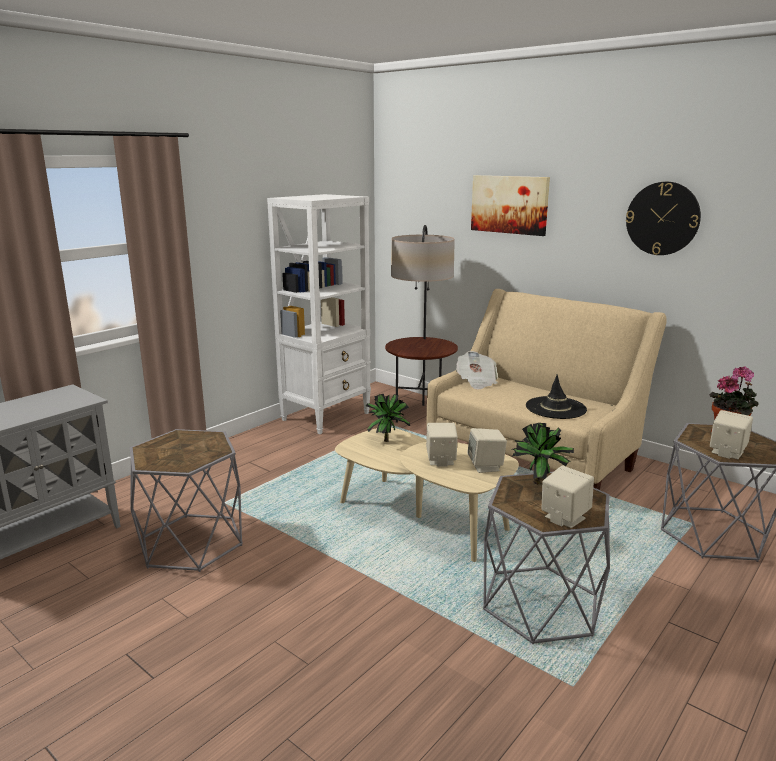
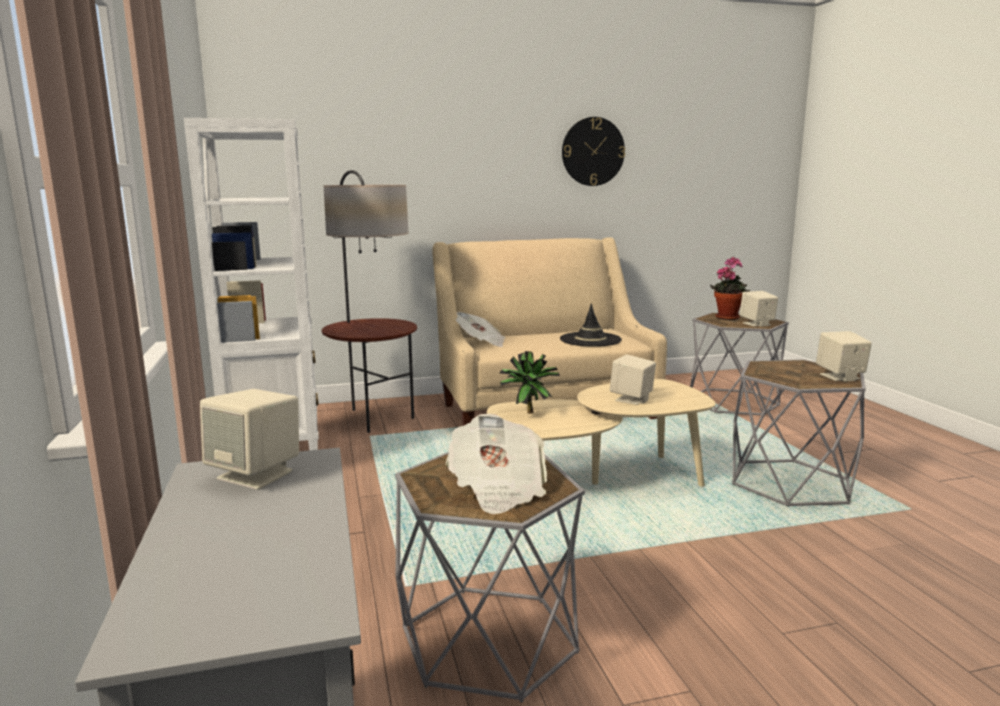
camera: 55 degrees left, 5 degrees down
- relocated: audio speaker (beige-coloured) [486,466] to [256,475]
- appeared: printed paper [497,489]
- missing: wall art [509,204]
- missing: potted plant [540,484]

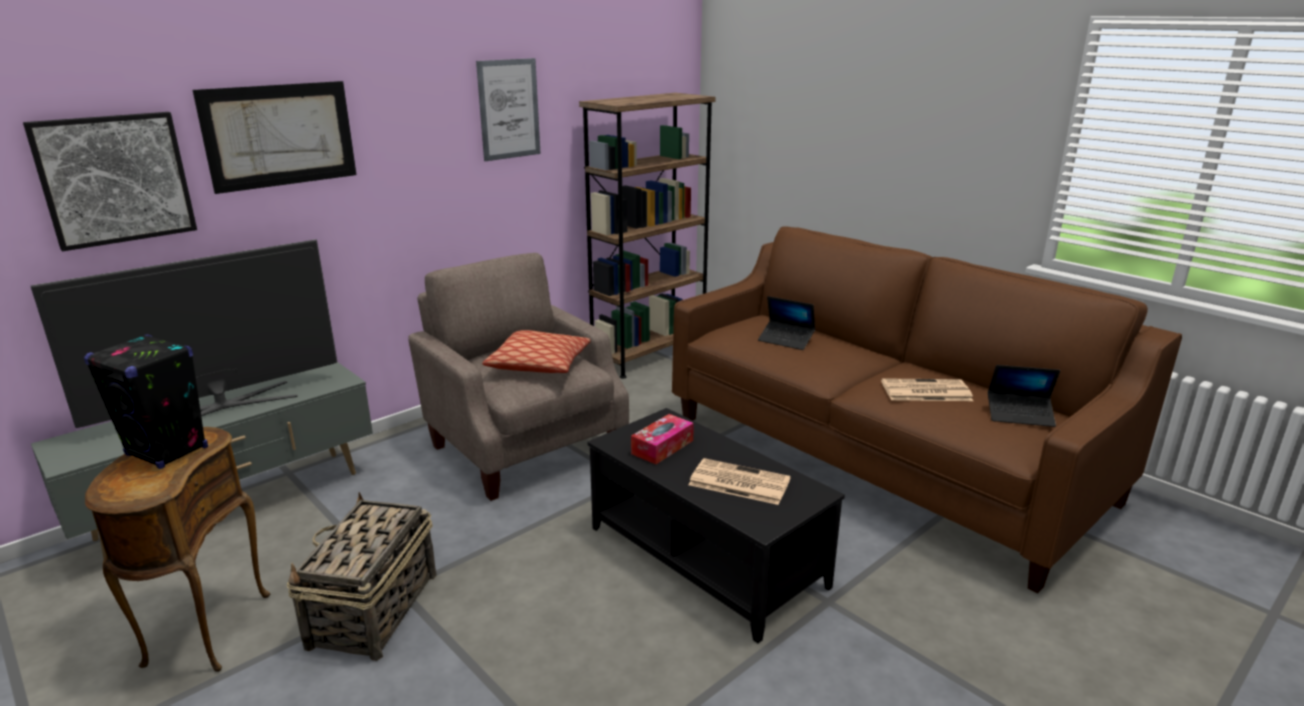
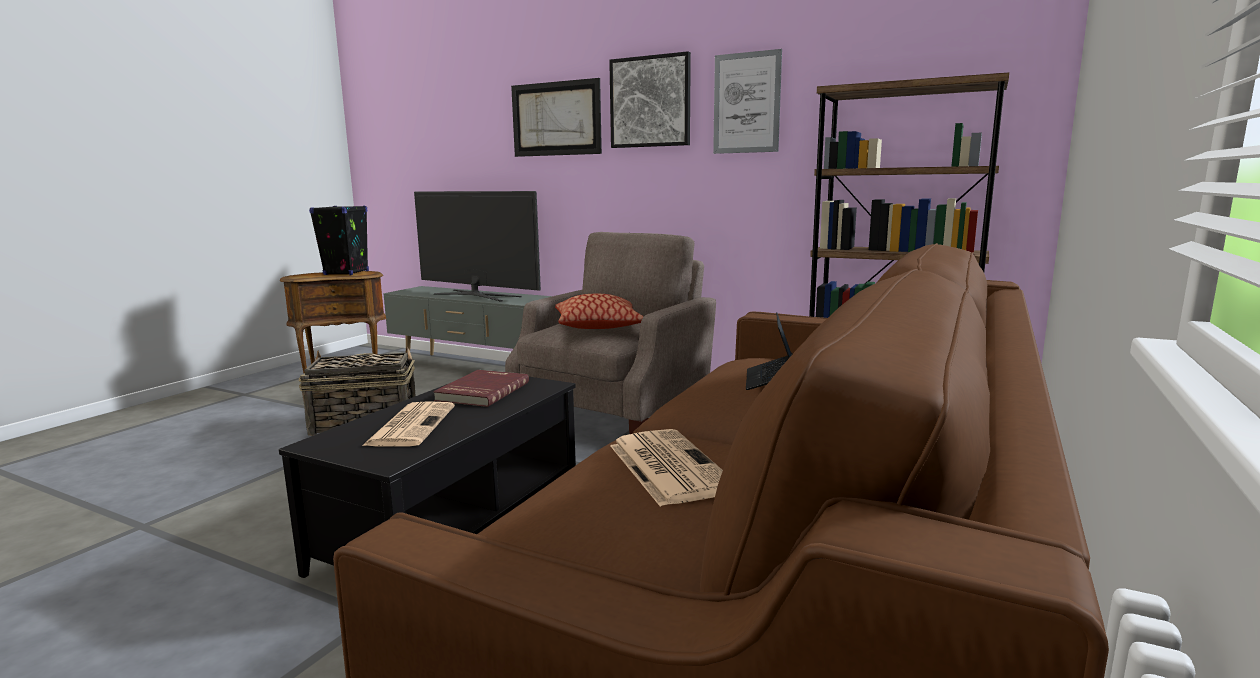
camera: 70 degrees right, 10 degrees down
- exchanged: box of tissues [662,447] to volume (red-coloured) [481,391]
- relocated: wall art [115,179] to [650,102]
- missing: notebook computer [1019,415]

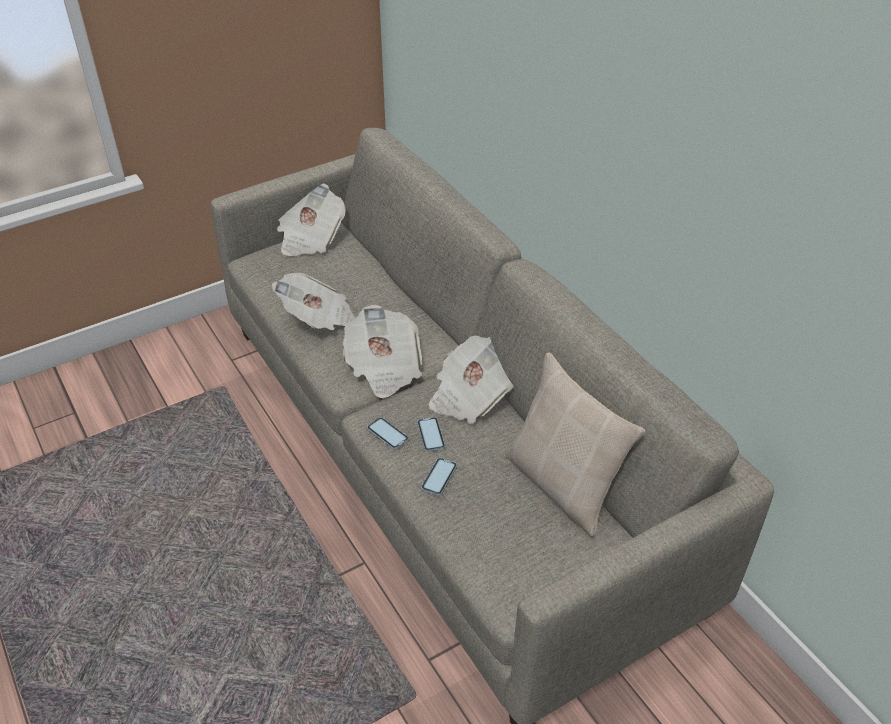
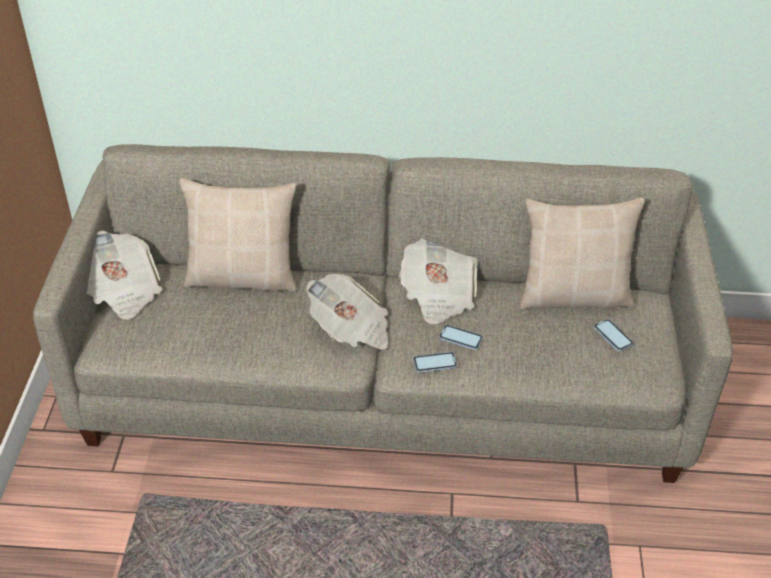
camera: 55 degrees left, 0 degrees up
- appeared: throw pillow (beige-coloured) [243,277]
- relocated: handset [439,477] to [613,336]
- missing: printed paper [319,319]

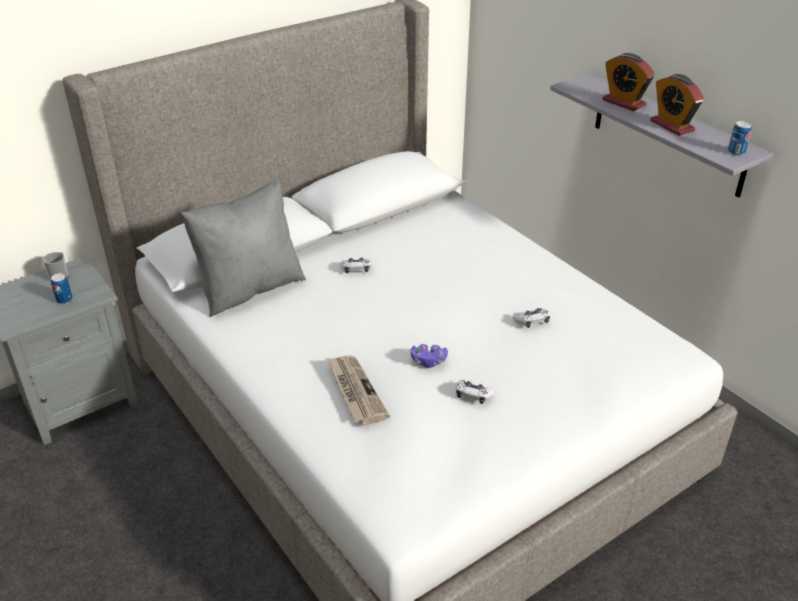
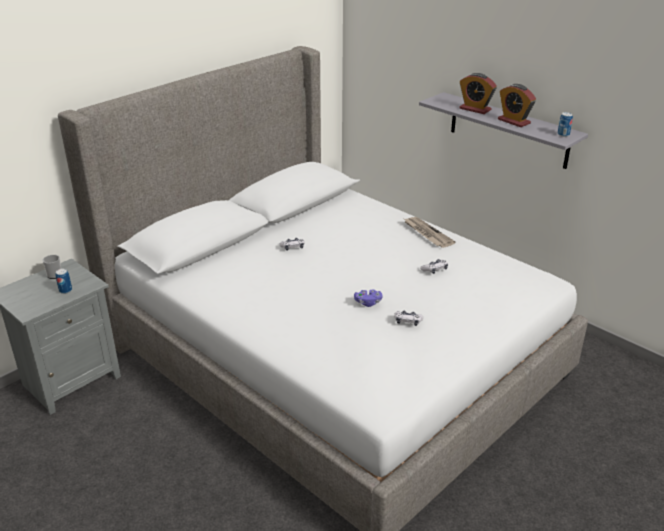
camera: 10 degrees left, 5 degrees down
- relocated: printed paper [355,391] to [427,233]
- missing: throw pillow (greyish) [249,288]

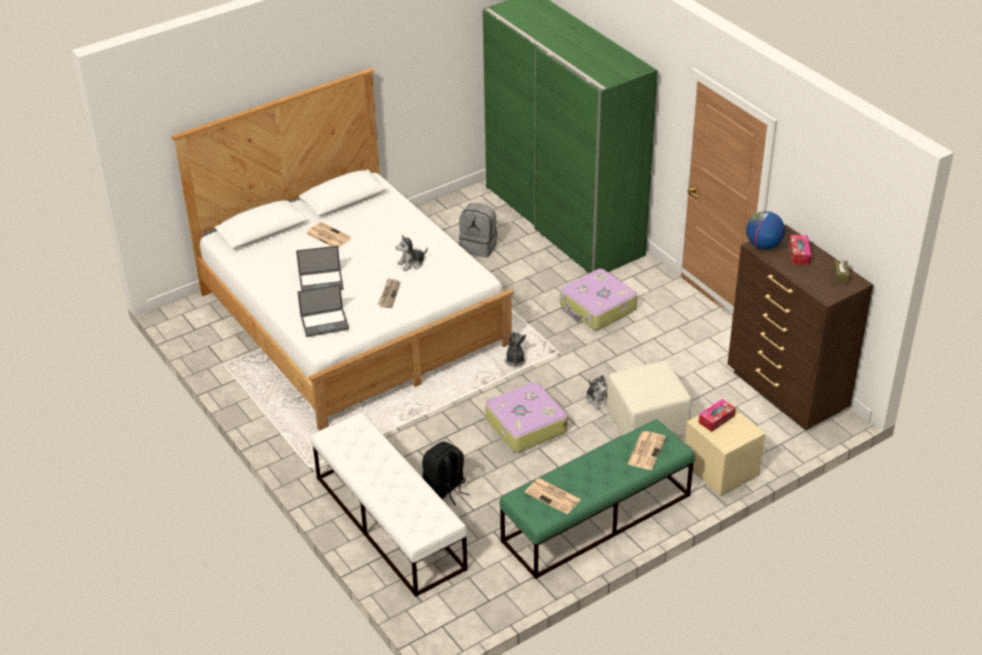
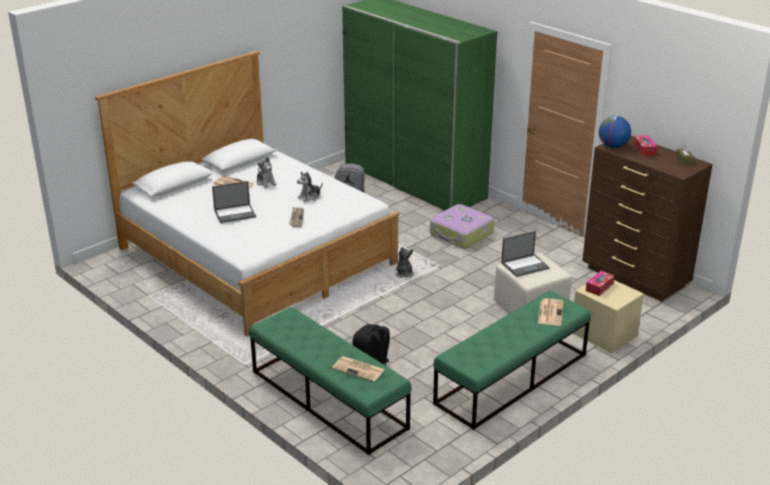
camera: 10 degrees left, 10 degrees down
- colour: long seat (whitish) [389,522] to long seat (greenish) [328,399]
- relocated: cuddly toy [597,400] to [266,183]
- relocated: printed paper [553,496] to [359,369]
- relocated: notebook computer [325,322] to [525,265]
- missing: piece of luggage [525,425]

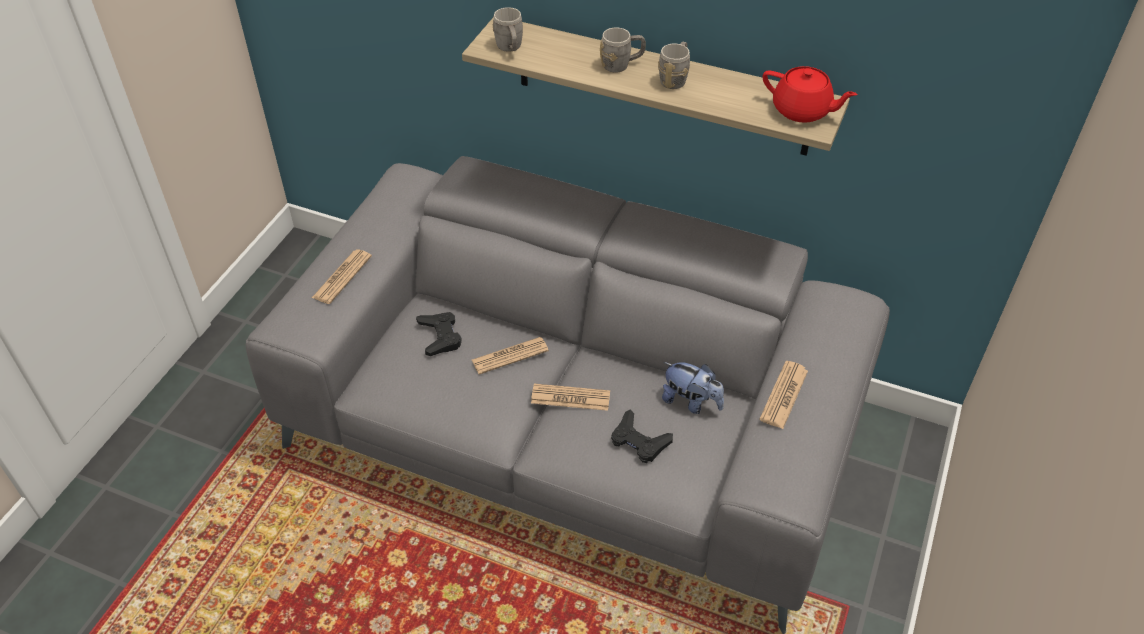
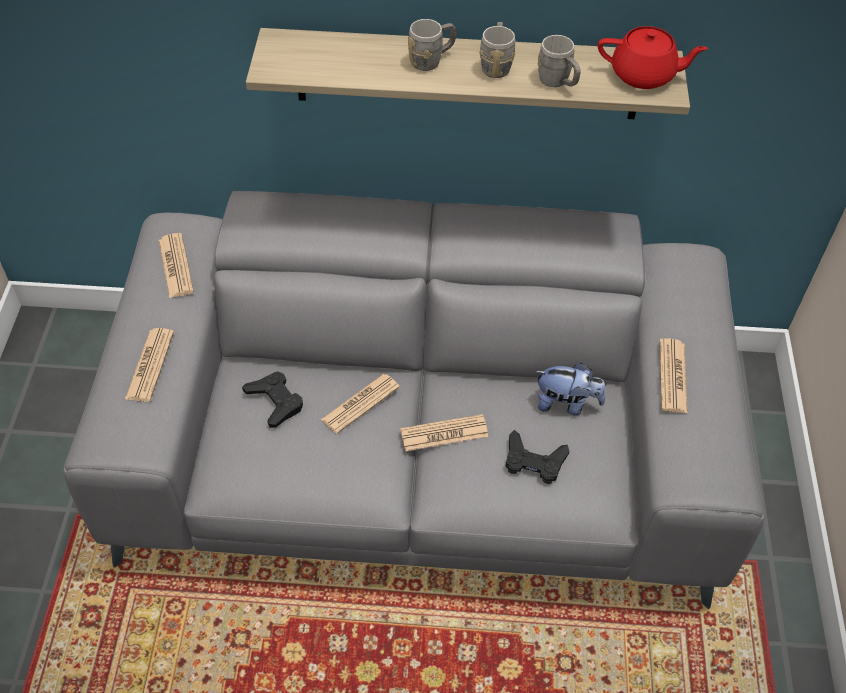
camera: 20 degrees left, 5 degrees up
- appeared: printed paper [176,266]
- relocated: coffee mug (greyish) [510,48] to [558,82]

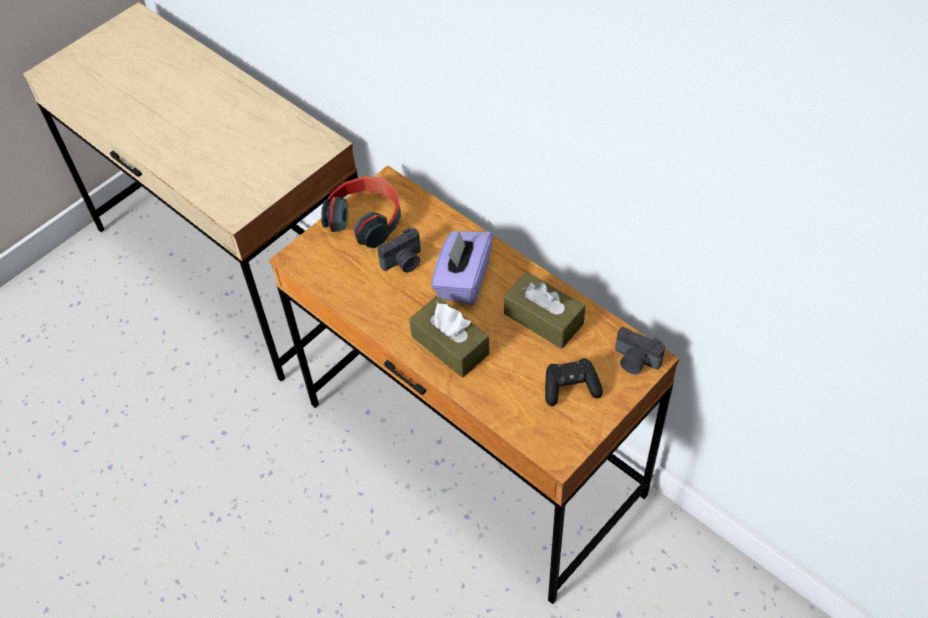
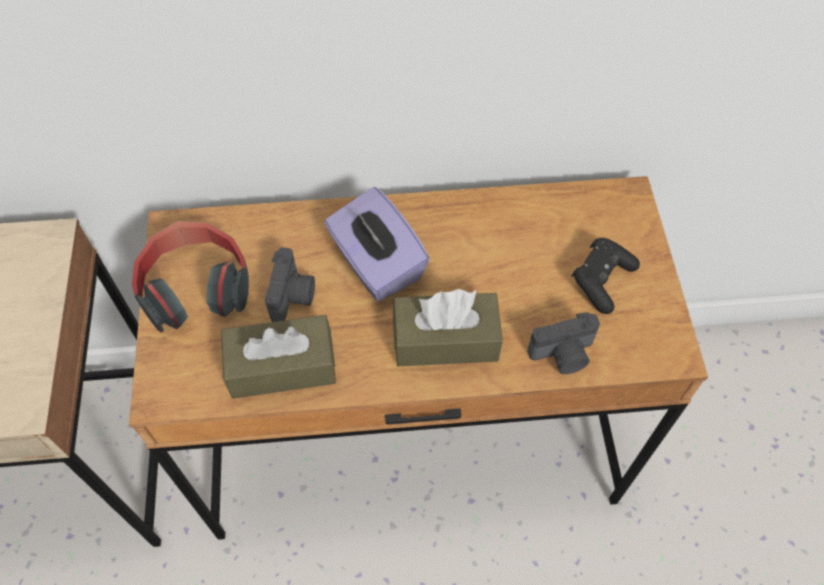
camera: 50 degrees left, 5 degrees up
- relocated: box of tissues (brown) [543,319] to [282,366]
- relocated: photo camera [635,361] to [563,355]

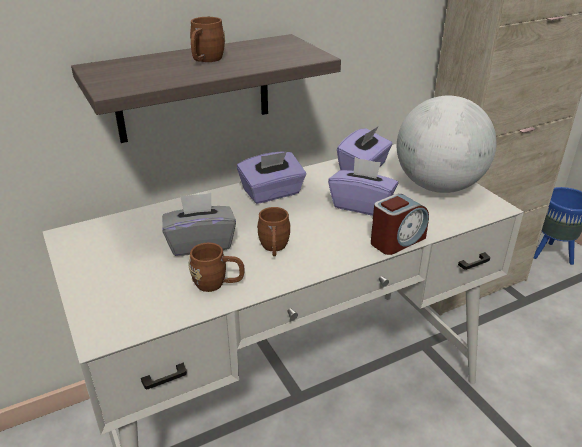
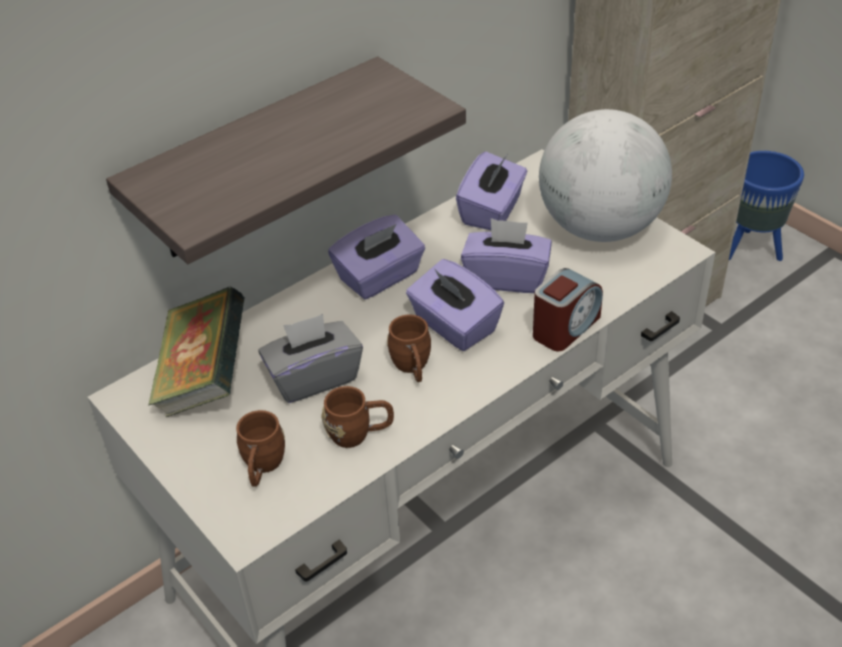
camera: 10 degrees left, 10 degrees up
- appeared: volume [204,379]
- relocated: coffee mug (brown) [205,60] to [262,468]
- appeared: box of tissues (purple-coloured) [454,326]

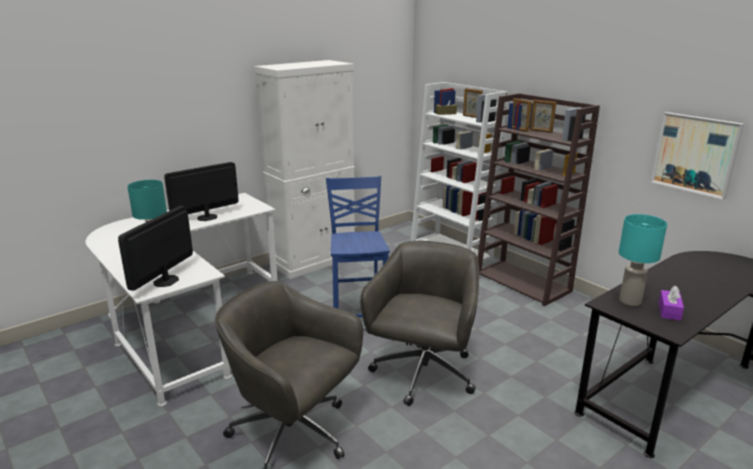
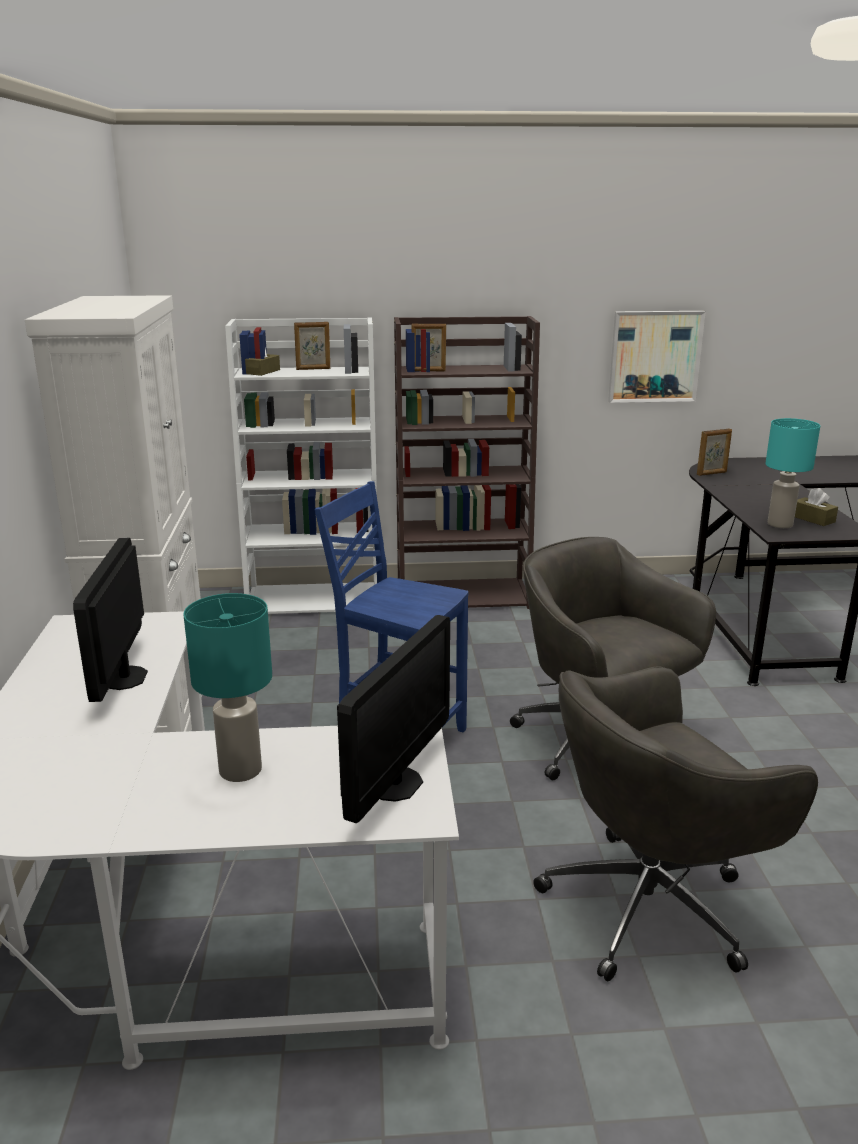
camera: 55 degrees left, 0 degrees up
- spun: computer display [166,281] = [395,784] 120 degrees counterclockwise
- relocated: picture frame [541,131] to [712,473]
- colour: box of tissues (purple-coloured) [669,311] to box of tissues (brown) [812,519]

